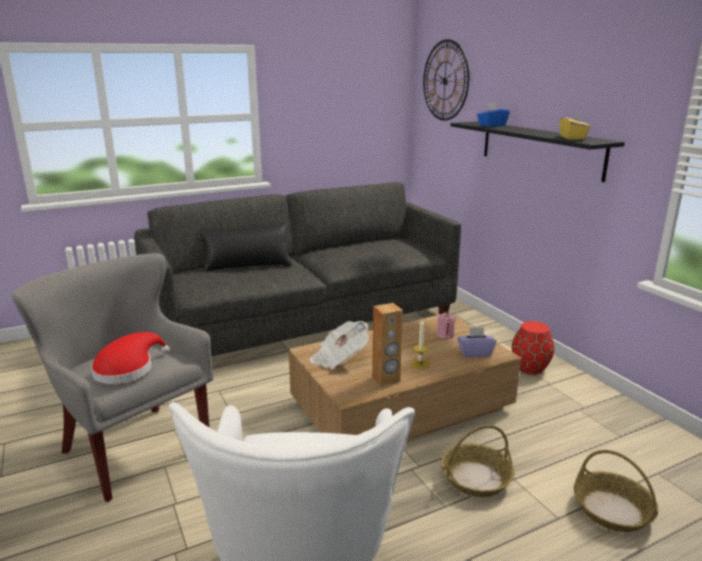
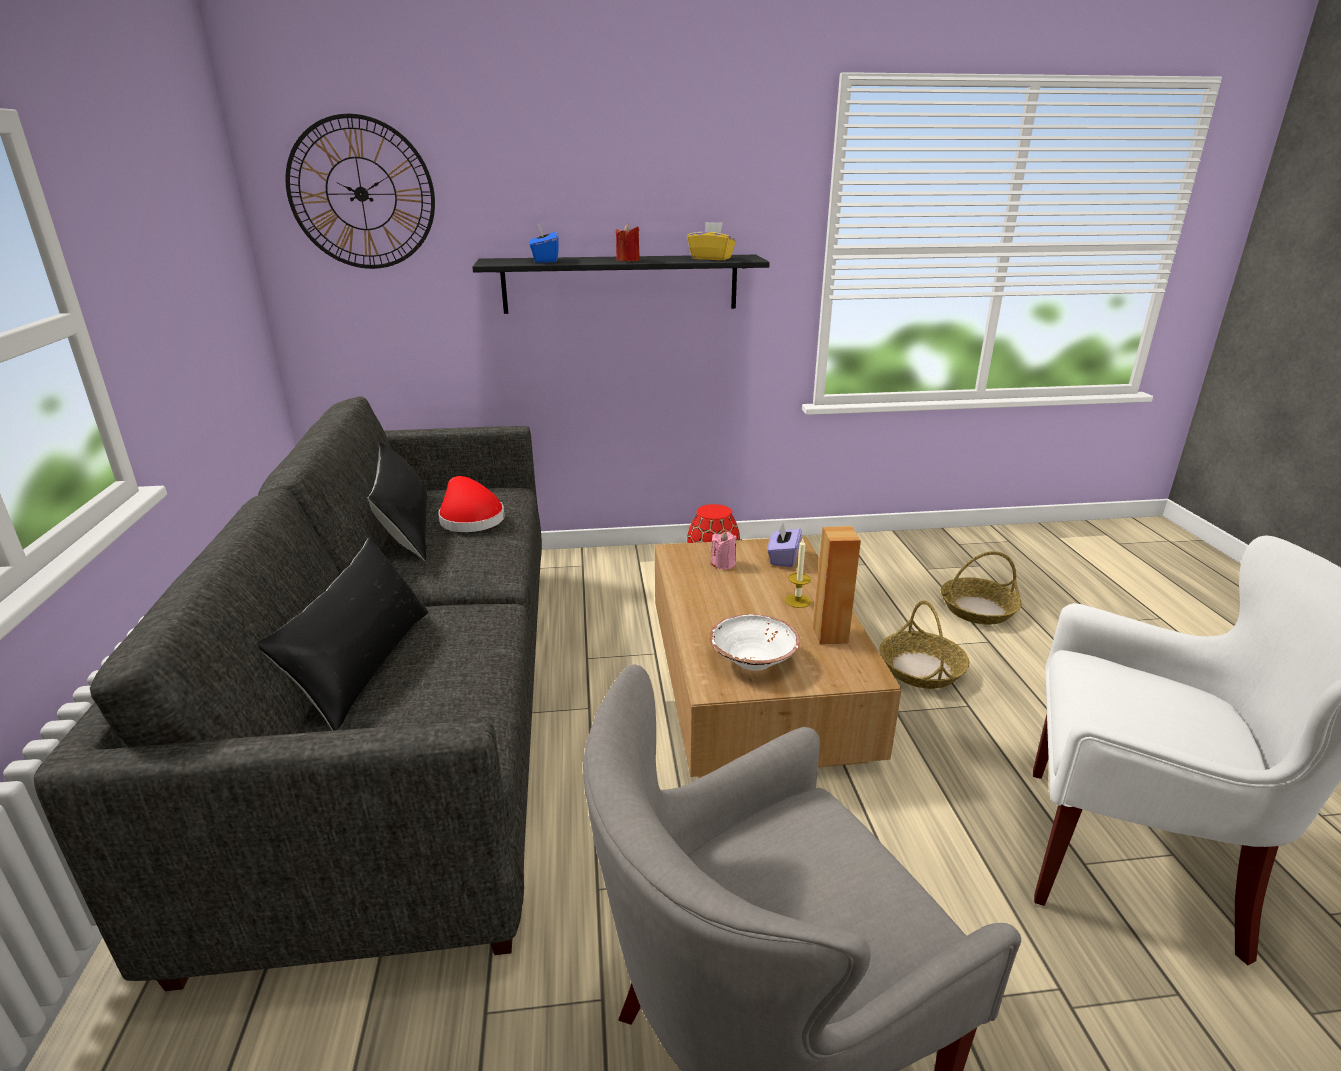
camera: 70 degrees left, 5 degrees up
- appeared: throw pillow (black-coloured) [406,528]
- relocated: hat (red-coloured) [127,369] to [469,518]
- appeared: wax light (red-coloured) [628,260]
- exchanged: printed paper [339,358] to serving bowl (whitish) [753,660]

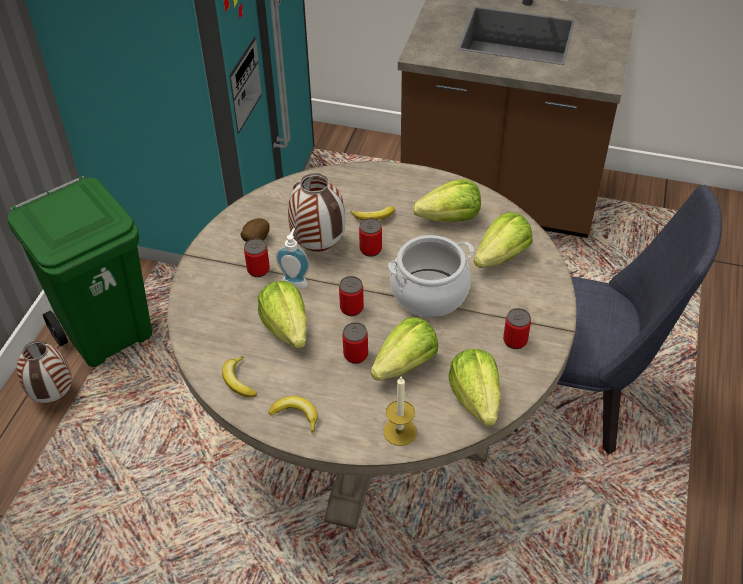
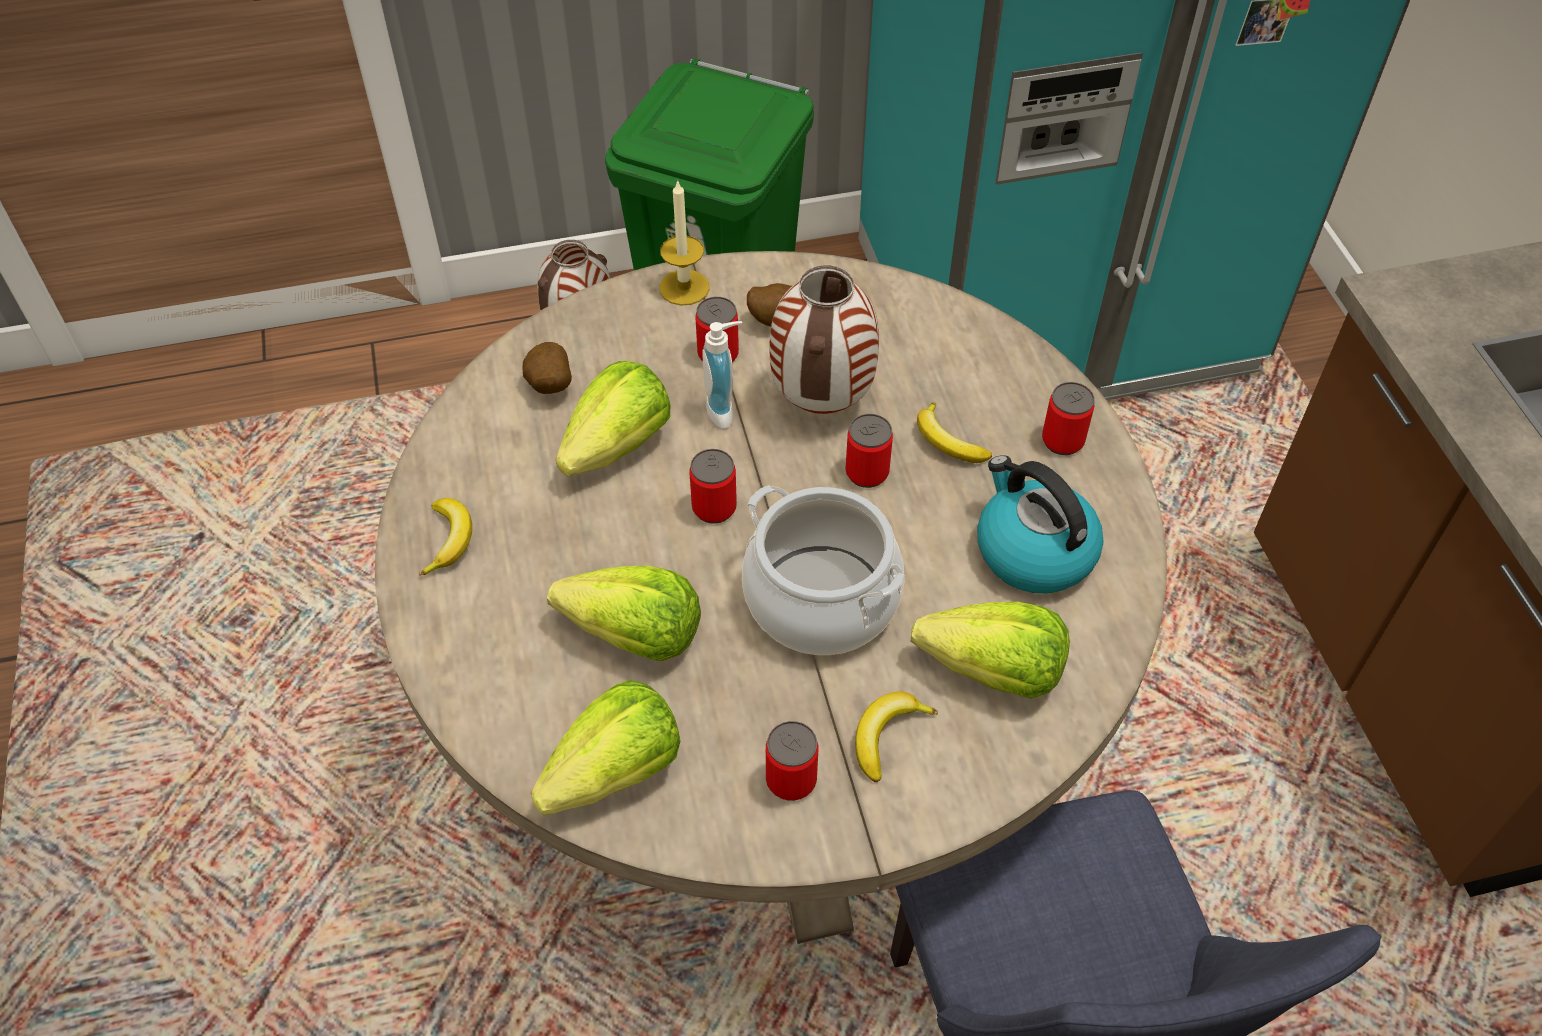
camera: 60 degrees right, 5 degrees up
- appeared: whole potato [549,387]
- relocated: wax light [400,431] to [684,287]
- relocated: banana fruit [238,381] to [887,736]
- exchanged: head of lettuce [450,218] to tea kettle [1032,551]
- relocated: metal can [355,355] to [1062,440]

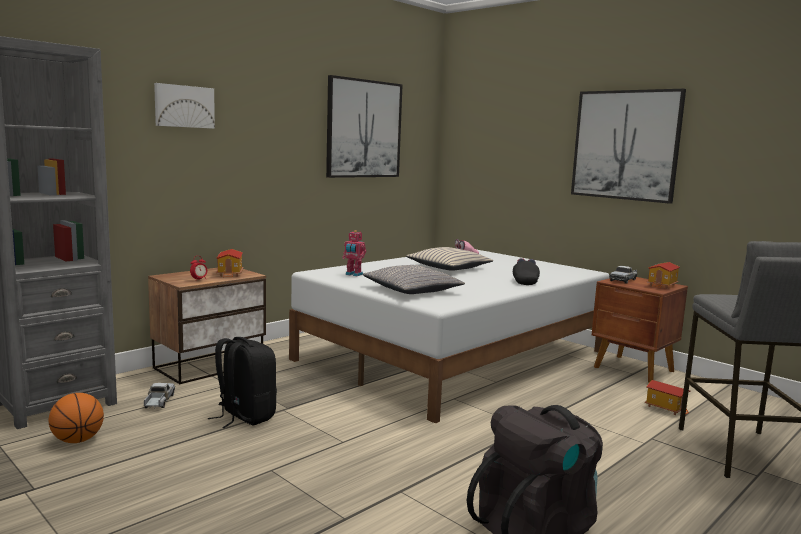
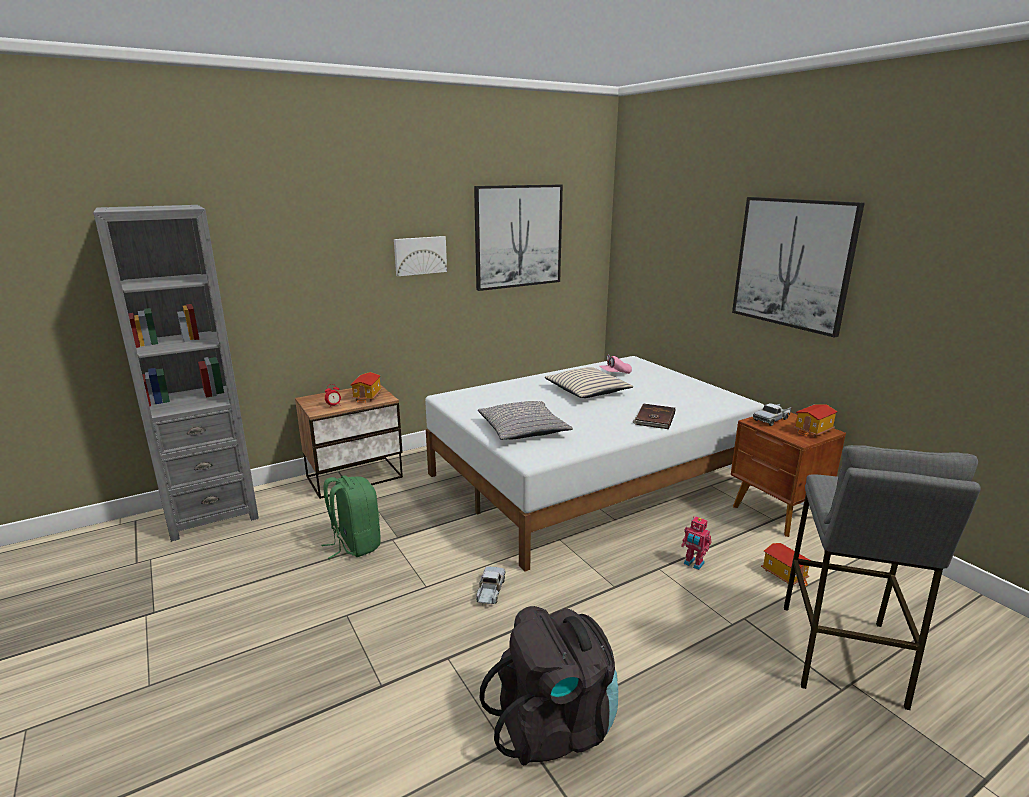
camera: 15 degrees right, 10 degrees up
- colour: knapsack (black-coloured) [244,416] to knapsack (greenish) [355,544]
- relocated: wall art [184,106] to [420,255]
- relocated: toy lorry [159,401] to [490,591]
- exchanged: baseball cap (black-coloured) [525,281] to volume (brown) [654,418]
- relocated: robot figure [353,274] to [693,564]
- missing: basketball ball [77,440]

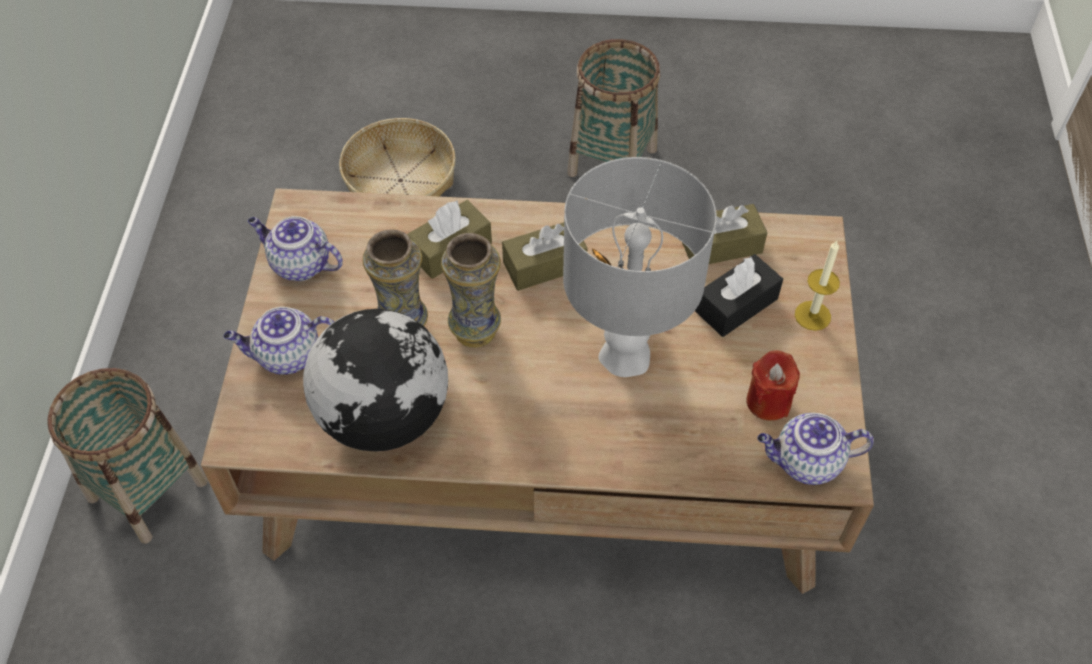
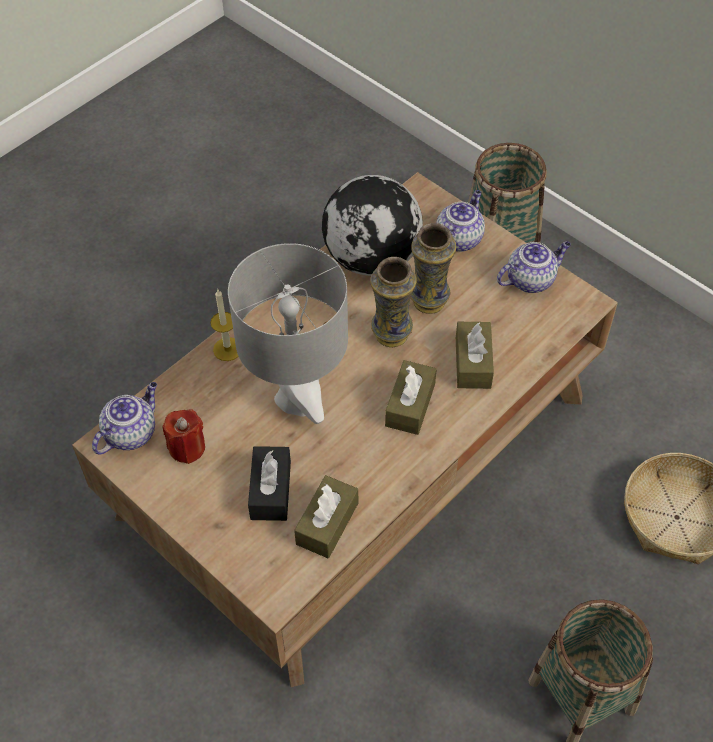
camera: 130 degrees right, 0 degrees up
- relocated: wax light [812,315] to [227,349]

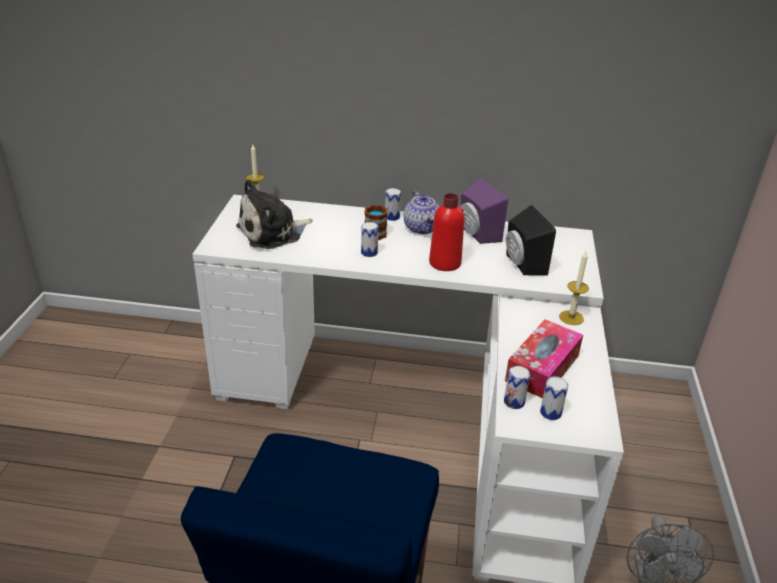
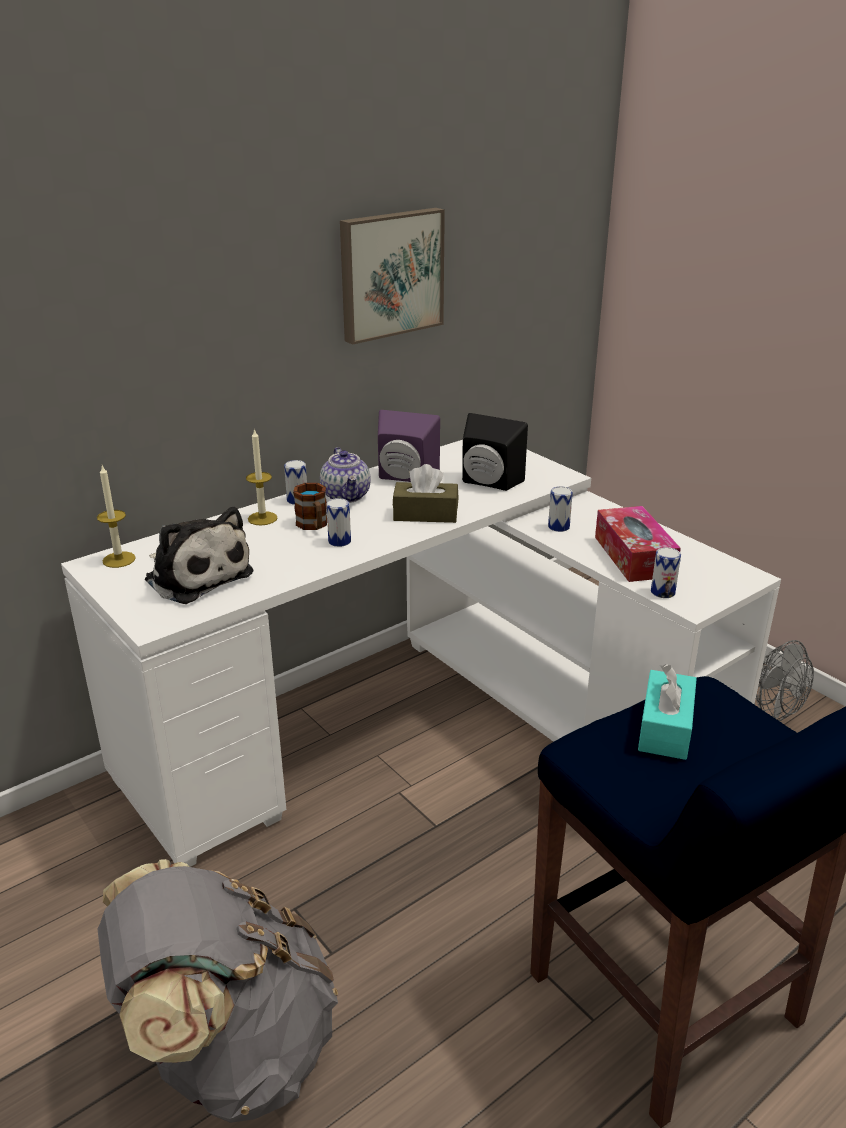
camera: 45 degrees left, 5 degrees down
- appeared: knapsack (greyish) [230,1049]
- spun: cuddly toy [273,232] = [196,575] 60 degrees counterclockwise
- relocated: wax light [571,317] to [262,518]
- spun: teapot [422,228] = [347,496] 45 degrees clockwise
- appeared: wall art [390,274]
- exchanged: beverage bottle (red-coloured) [445,263] to box of tissues (brown) [425,514]
- relocated: metal can [550,412] to [558,527]
- appeared: box of tissues (turquoise-coloured) [665,728]

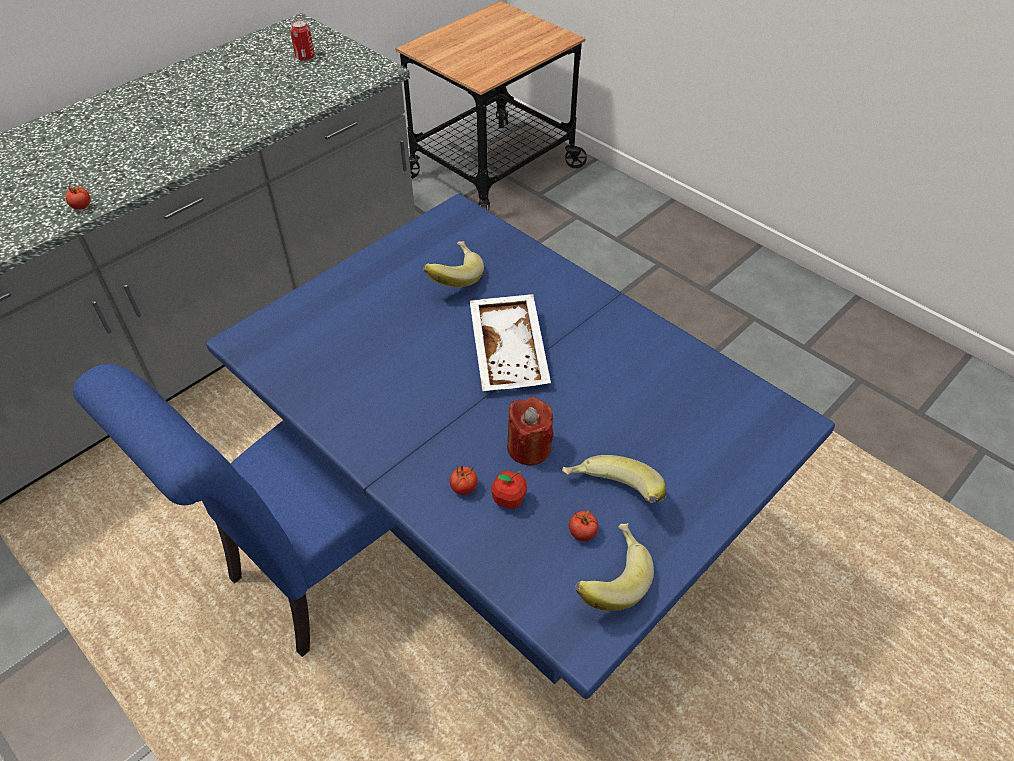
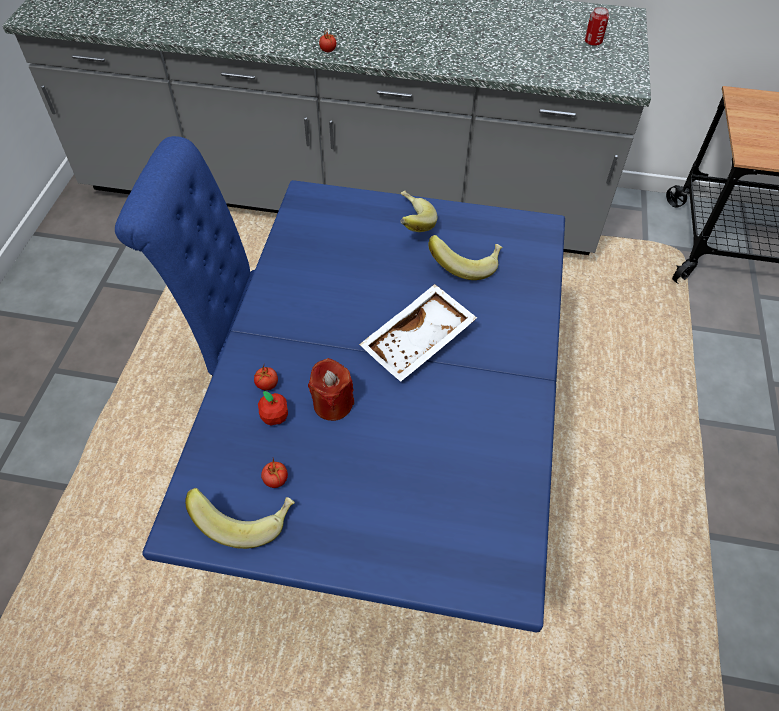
camera: 55 degrees right, 5 degrees up
- relocated: banana fruit [610,496] to [410,224]

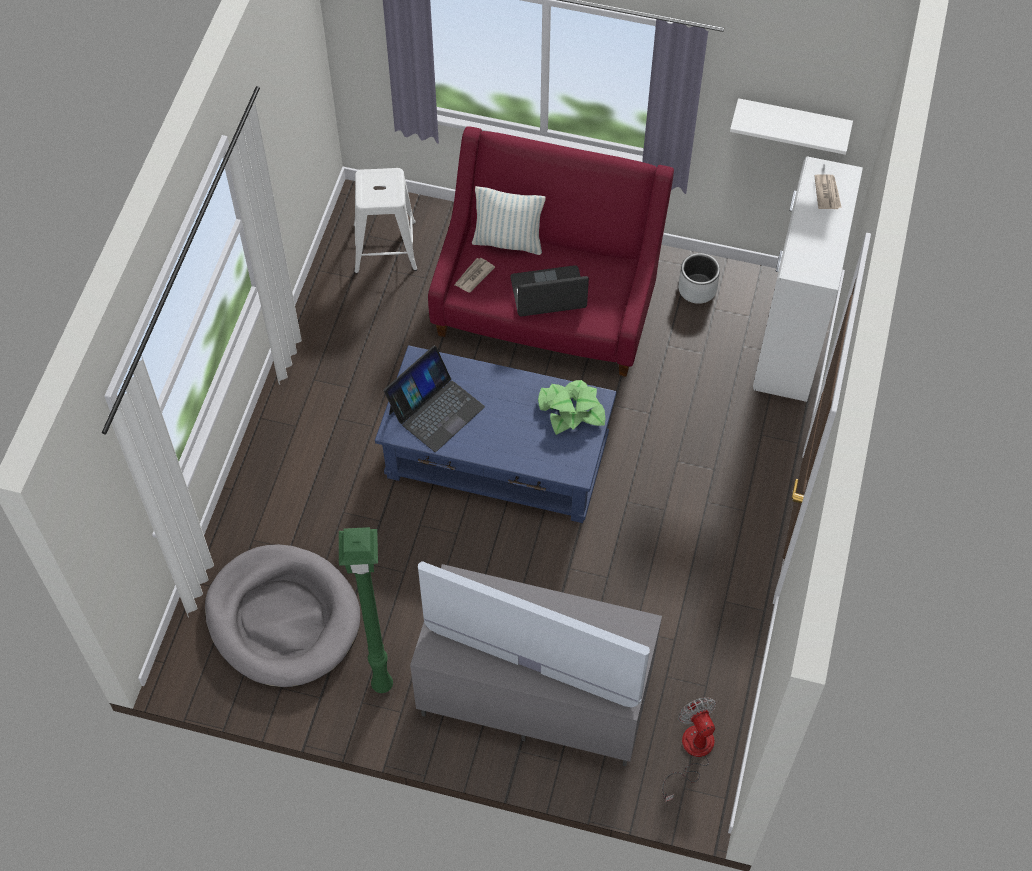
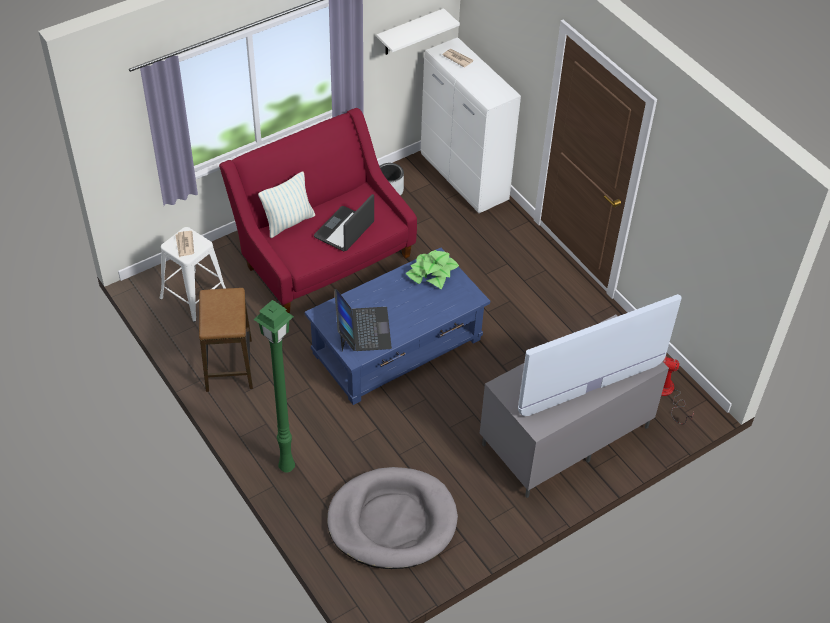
camera: 50 degrees left, 10 degrees down
- relocated: printed paper [473,276] to [184,245]
- appeared: stool [229,365]
- relocated: standing lamp (greenish) [381,683] to [285,467]

